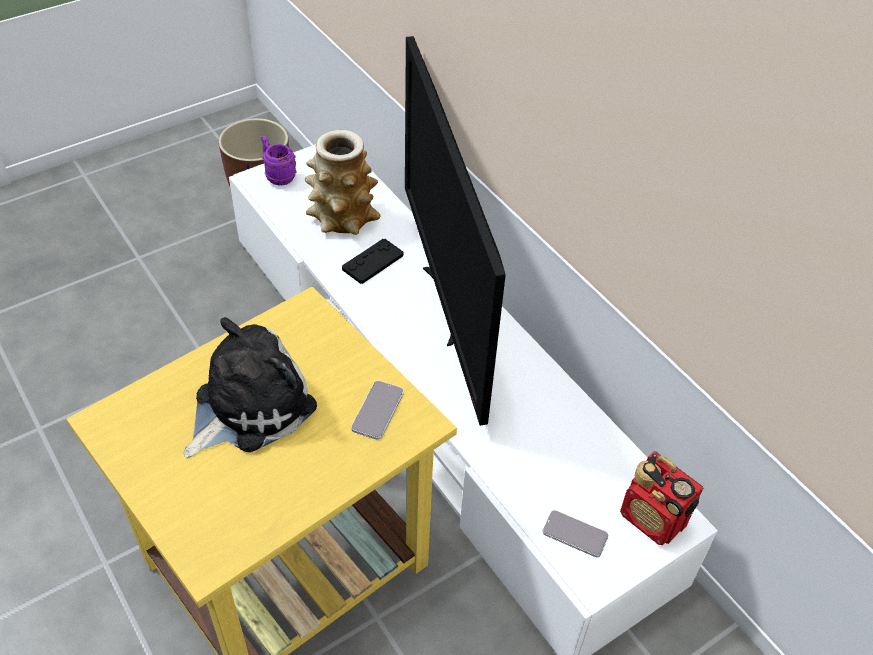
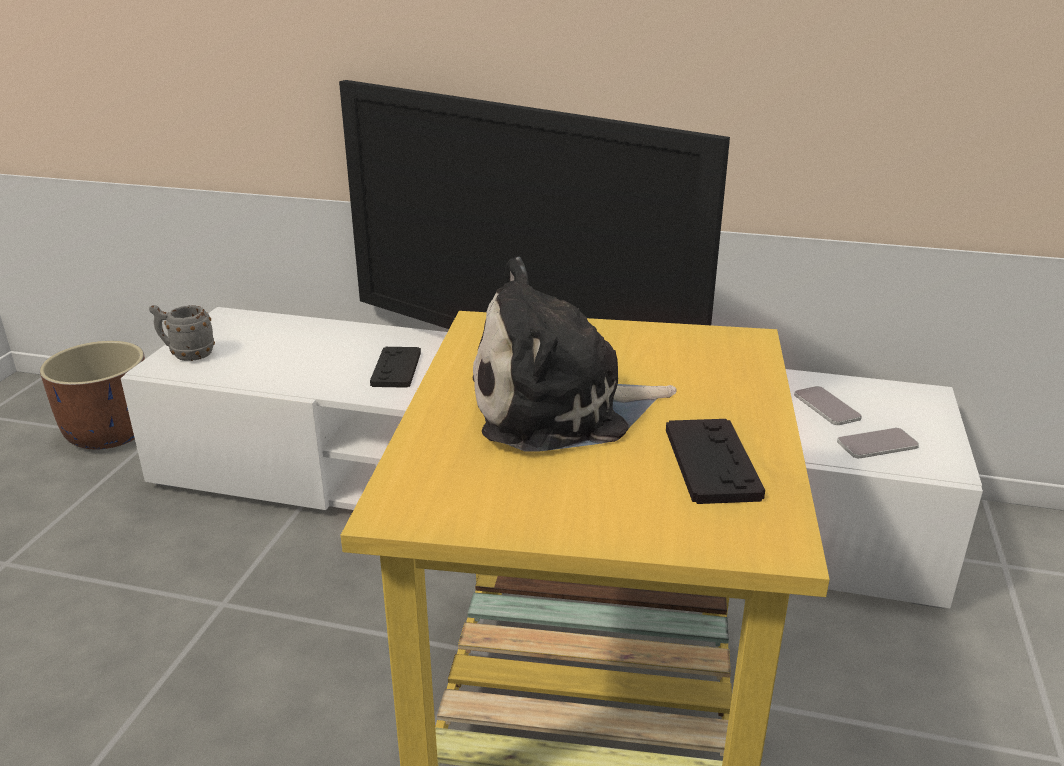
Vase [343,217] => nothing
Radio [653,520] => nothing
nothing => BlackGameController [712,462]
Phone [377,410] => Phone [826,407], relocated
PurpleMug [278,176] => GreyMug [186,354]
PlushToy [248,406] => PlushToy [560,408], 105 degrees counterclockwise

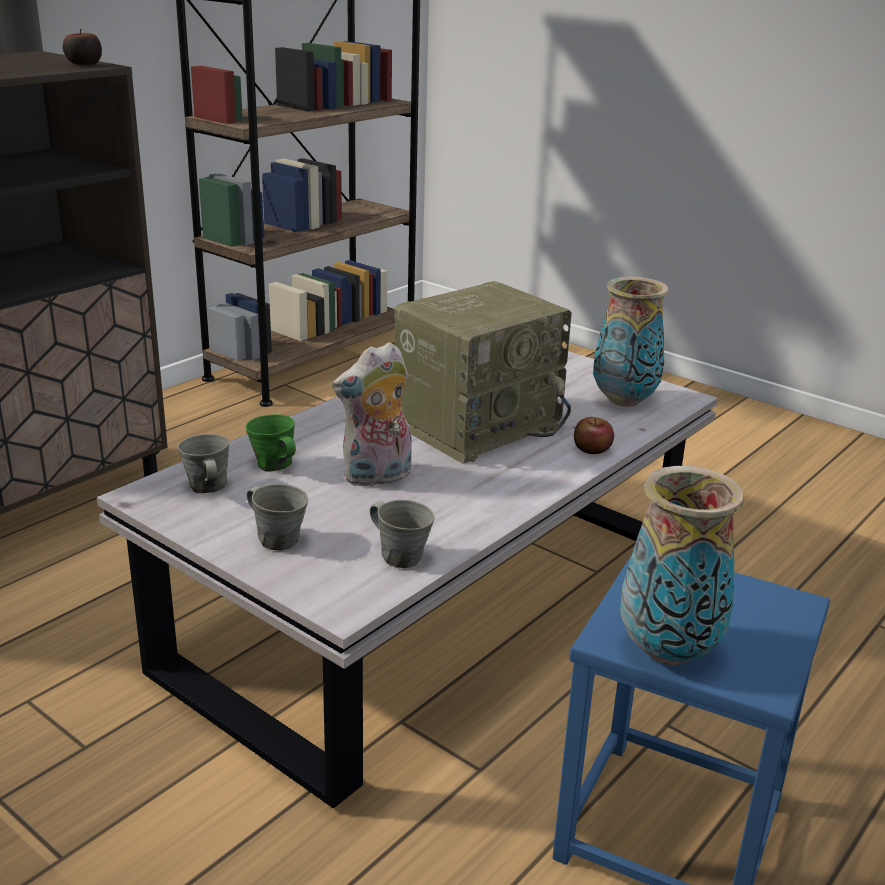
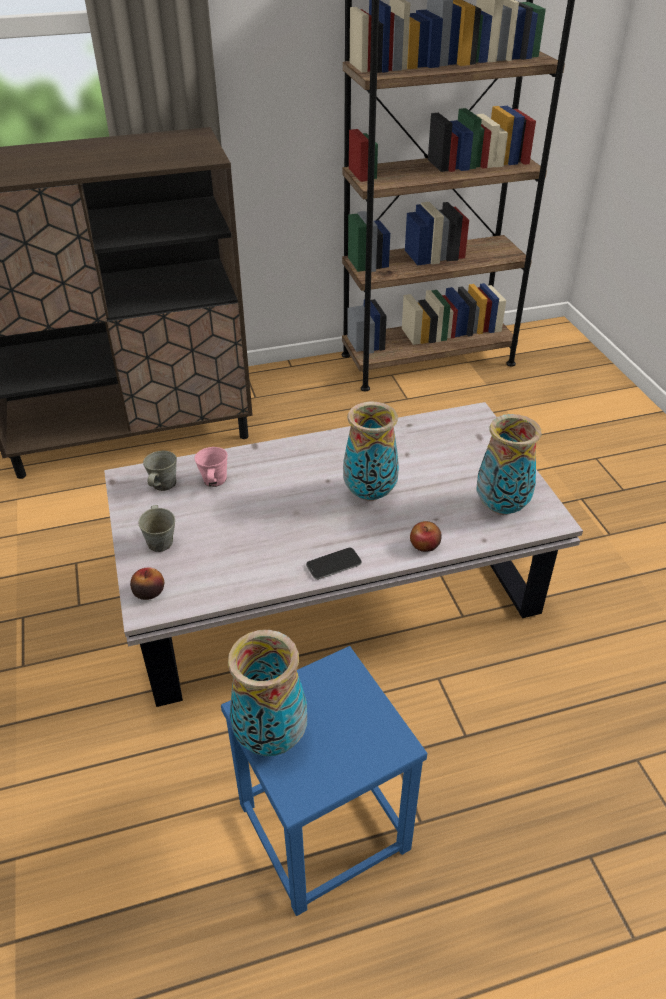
PlushToy [377,477] => nothing
GreyMug [400,556] => nothing
nothing => Phone [333,564]
Apple [84,64] => Apple [149,592], relocated
Radio [478,425] => Vase [370,493]
GreenMug [275,465] => PinkMug [214,481]

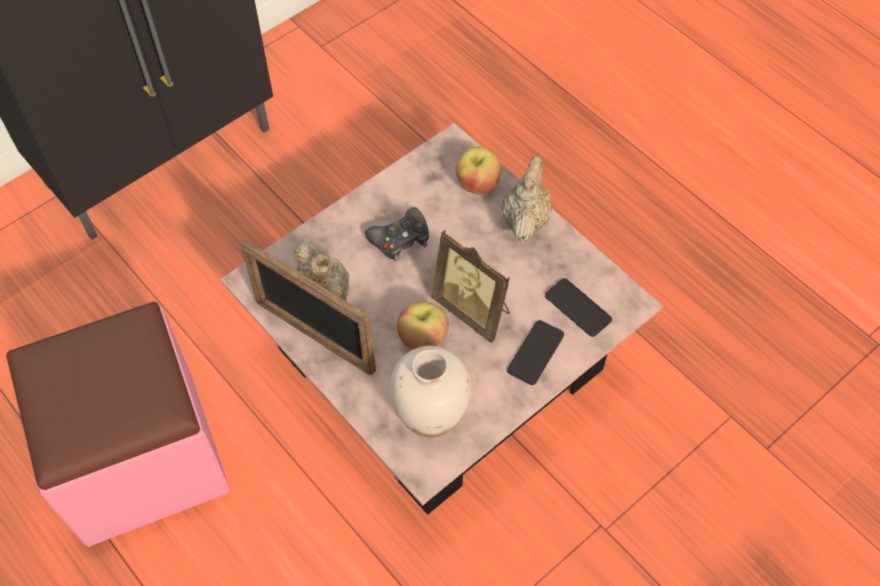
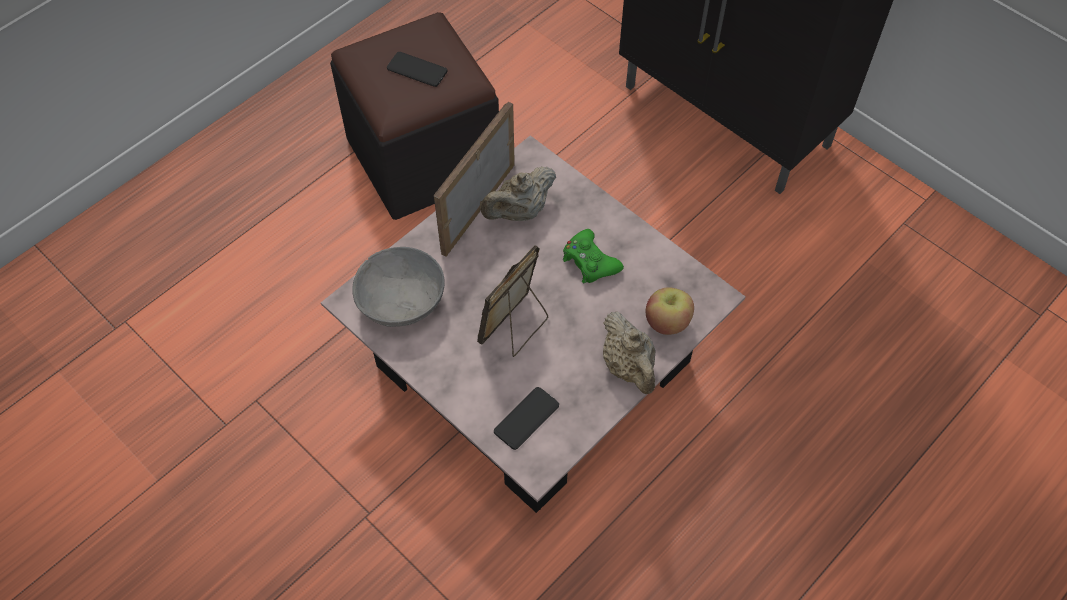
Apple [423,338] => nothing
Phone [535,352] => Phone [417,70], relocated
WhiteVase [431,415] => GreyBowl [402,302]
PinkOttoman [140,456] => BlackOttoman [423,157]
BlackGameController [400,239] => GreenGameController [590,262]
BeigeTeapot [525,219] => BeigeTeapot [629,367], 60 degrees clockwise

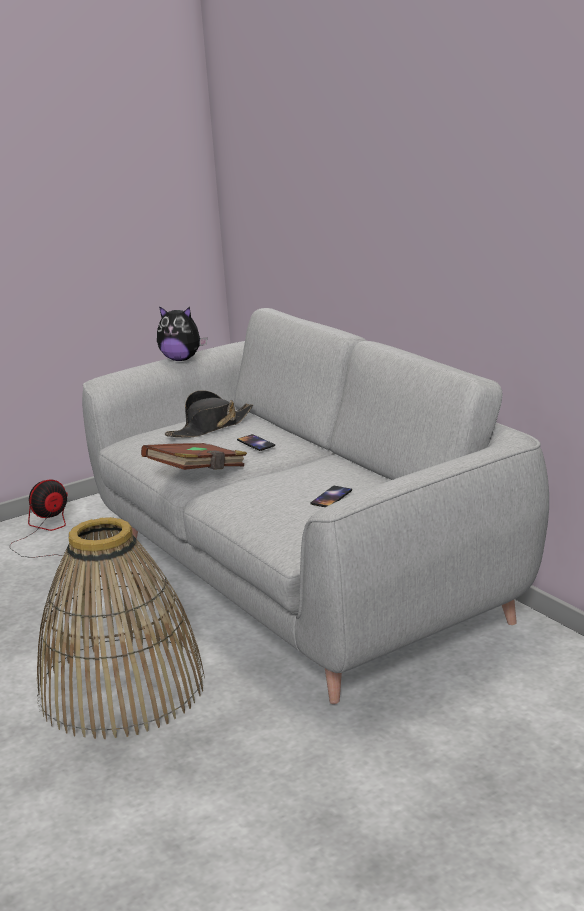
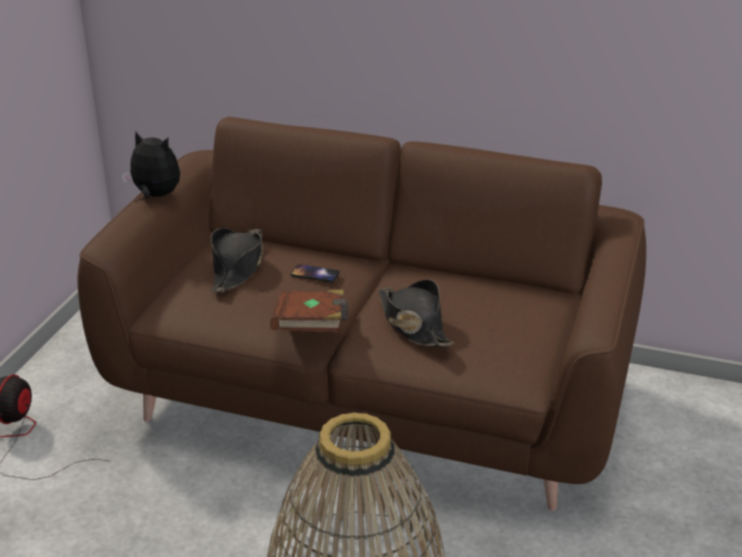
Phone [331,497] => nothing
nothing => BlackHat [413,324]
GreySofa [300,581] => BrownSofa [371,398]
PlushToy [181,359] => PlushToy [155,196], 135 degrees counterclockwise

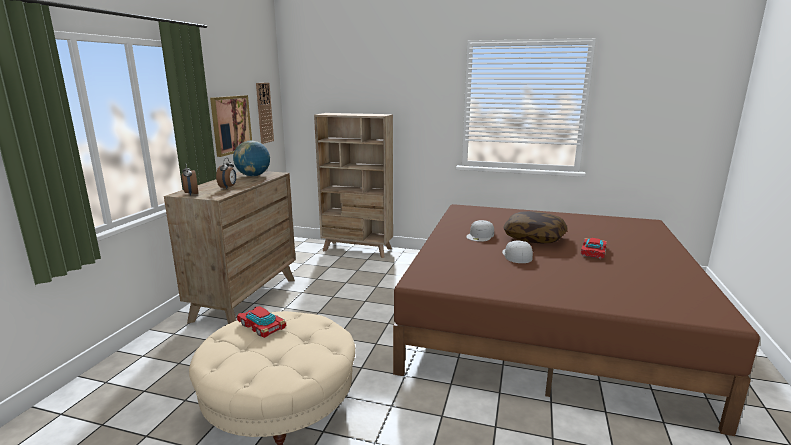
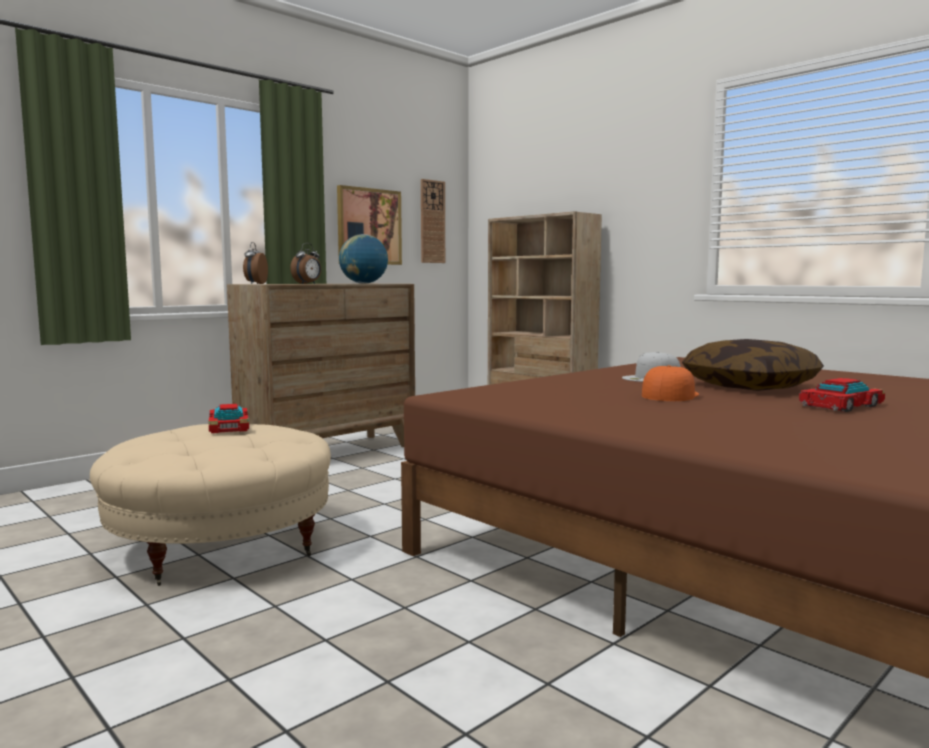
WhiteCap [516,255] => OrangeCap [669,395]

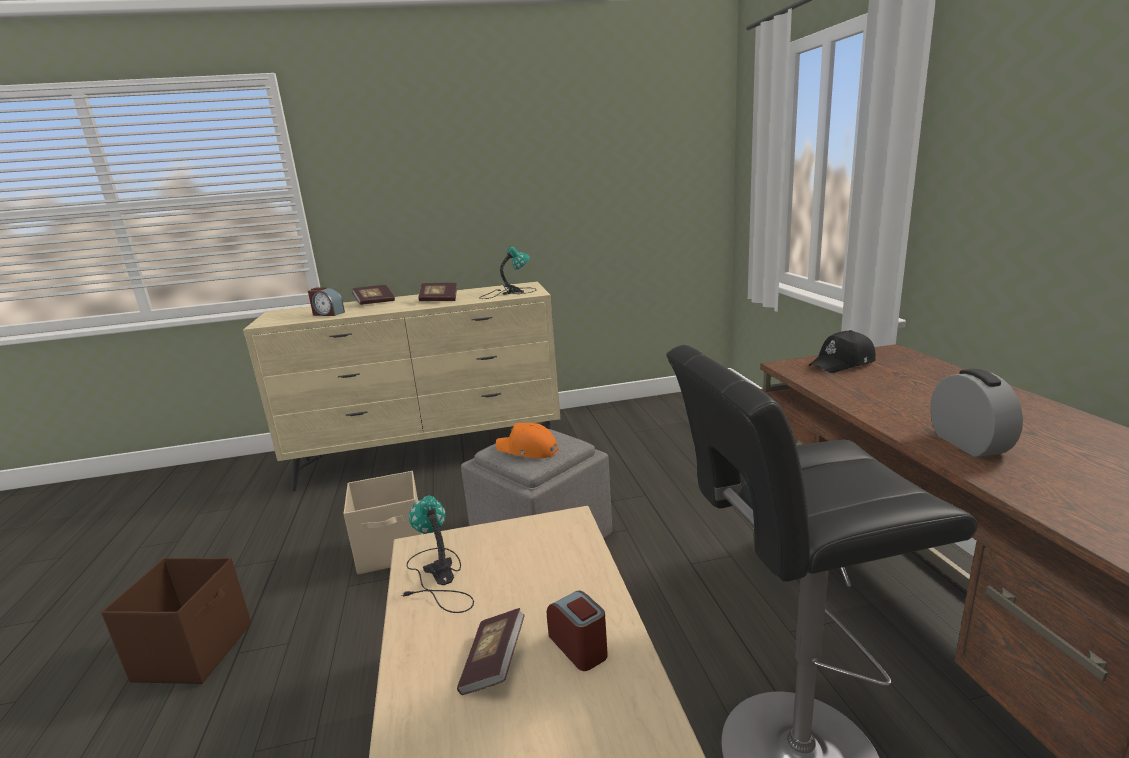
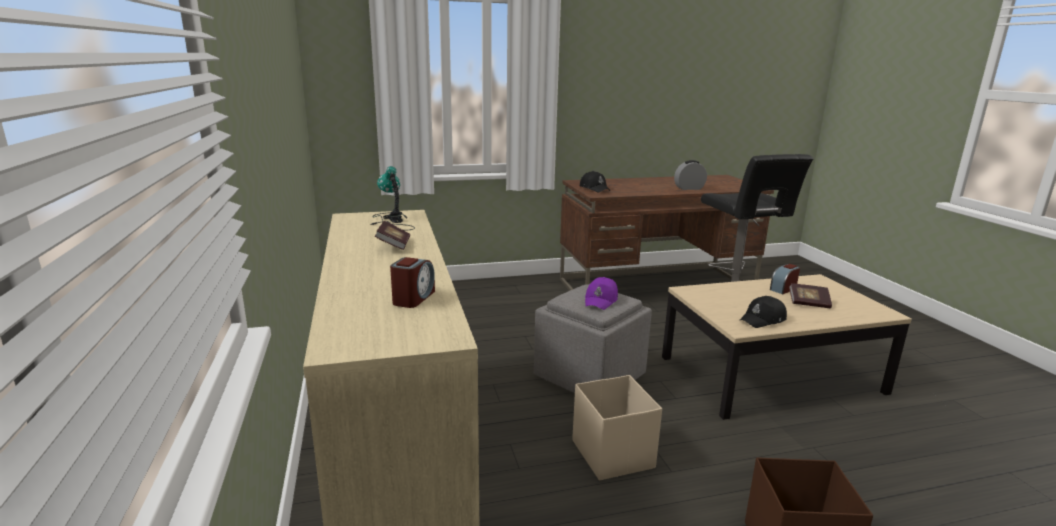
Book [375,302] => nothing
TableLamp [438,578] => BlackCap [763,320]
OrangeCap [527,450] => PurpleCap [601,300]

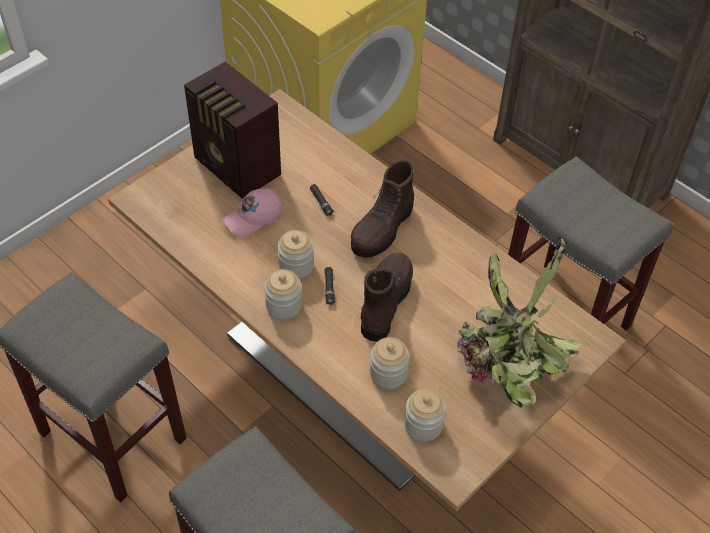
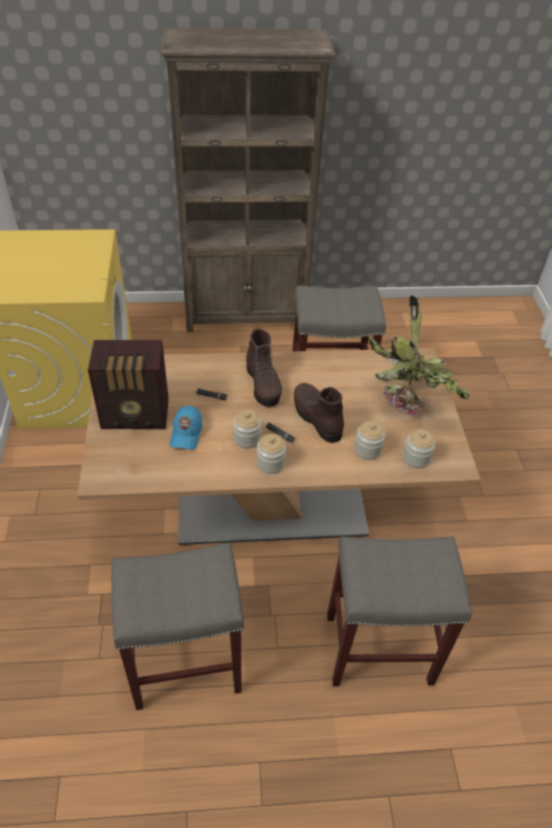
PinkCap [253,218] => BlueCap [186,434]

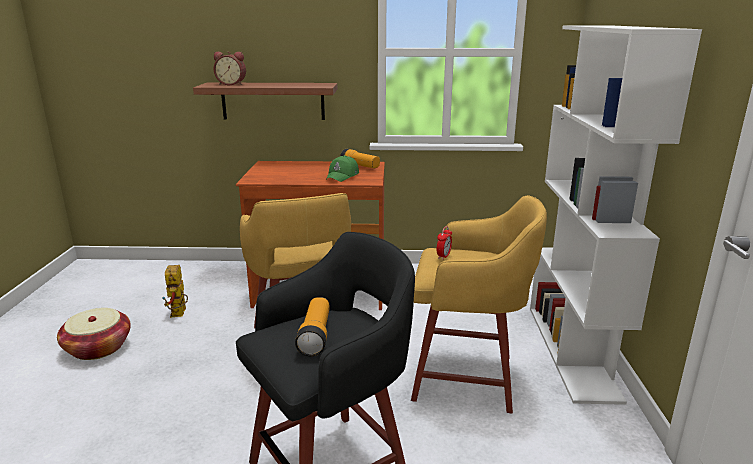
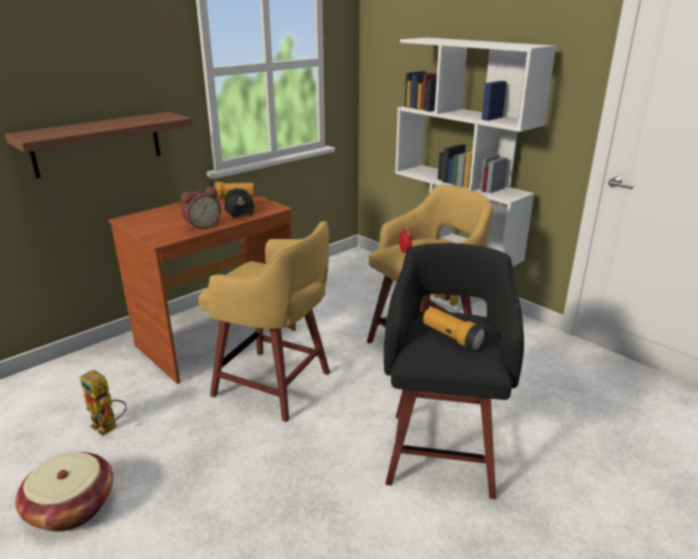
AlarmClock [232,84] => AlarmClock [202,225], relocated
GreenCap [343,176] => BlackCap [240,210]

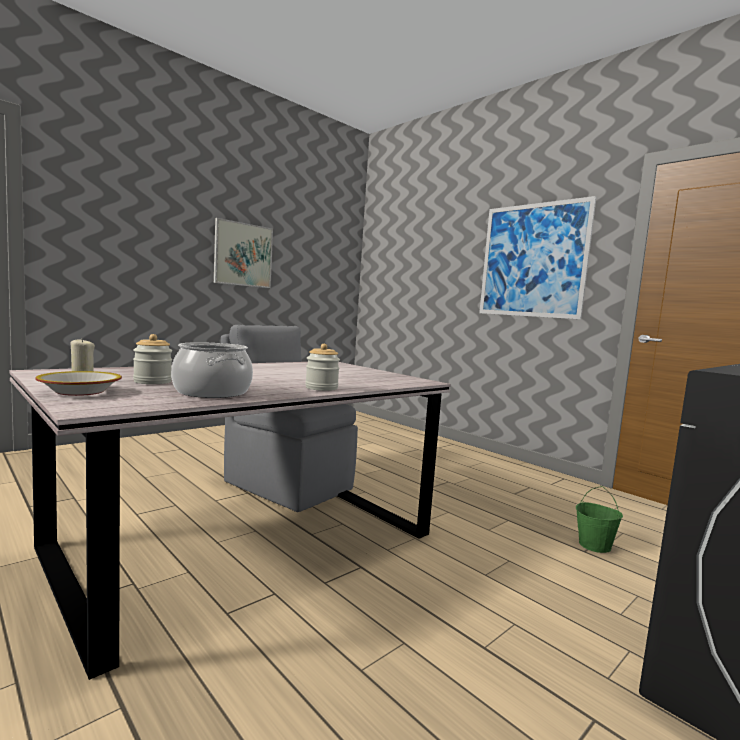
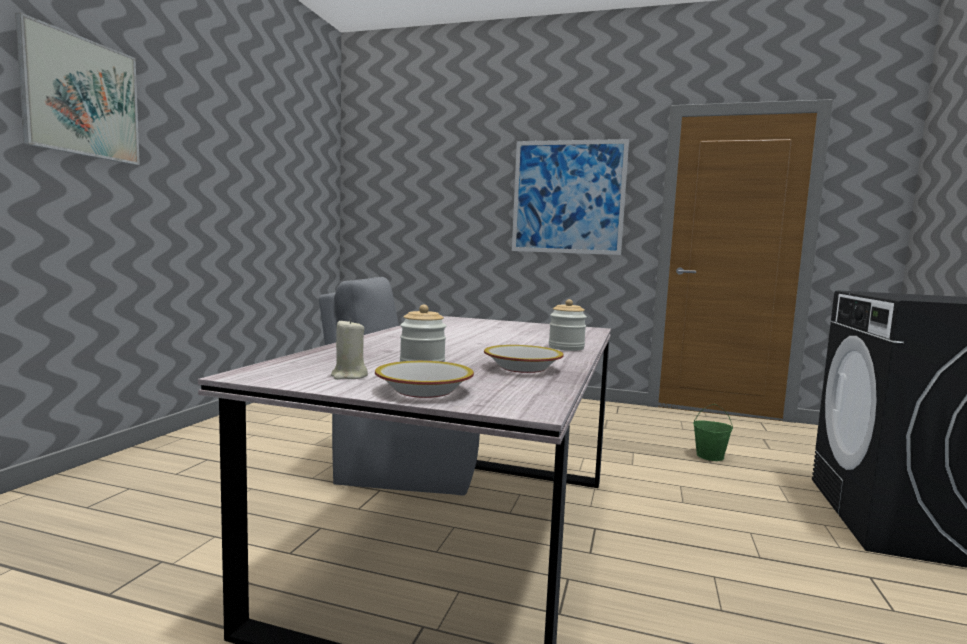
Picture [243,254] => Picture [81,97], relocated
CookingPot [211,392] => Bowl [522,368]

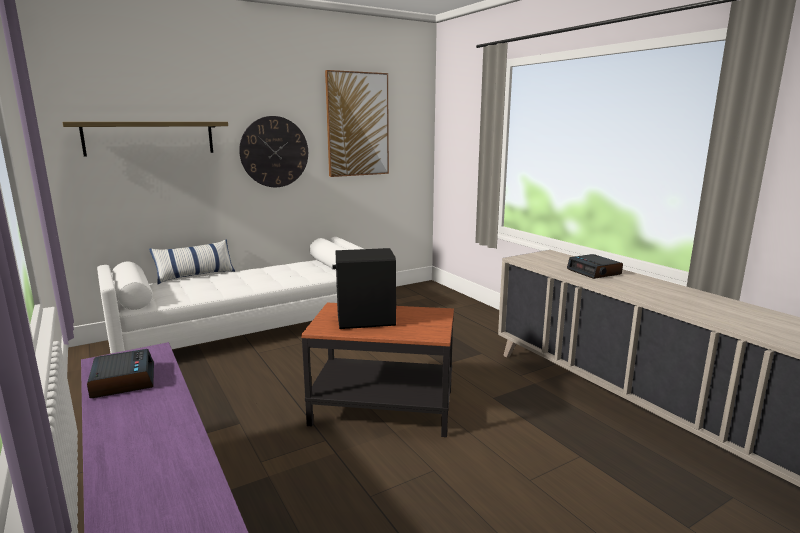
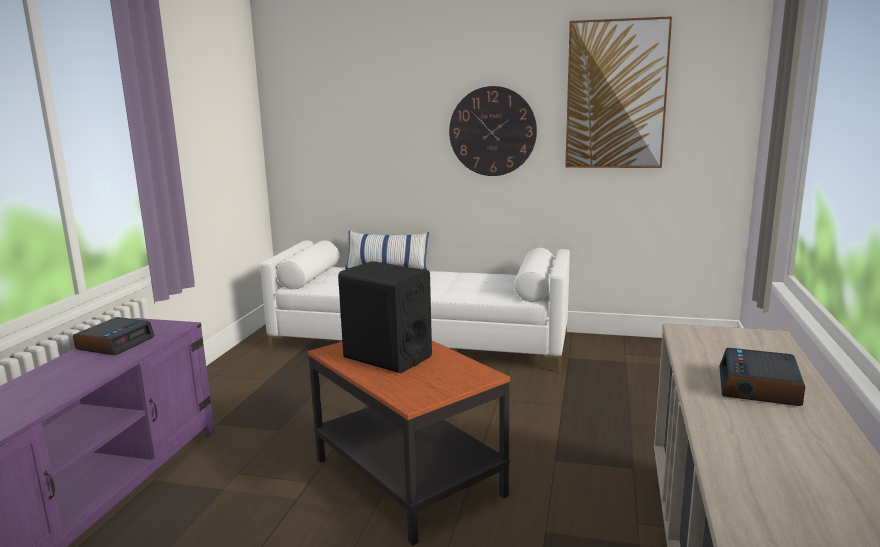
Shelf [150,138] => nothing

